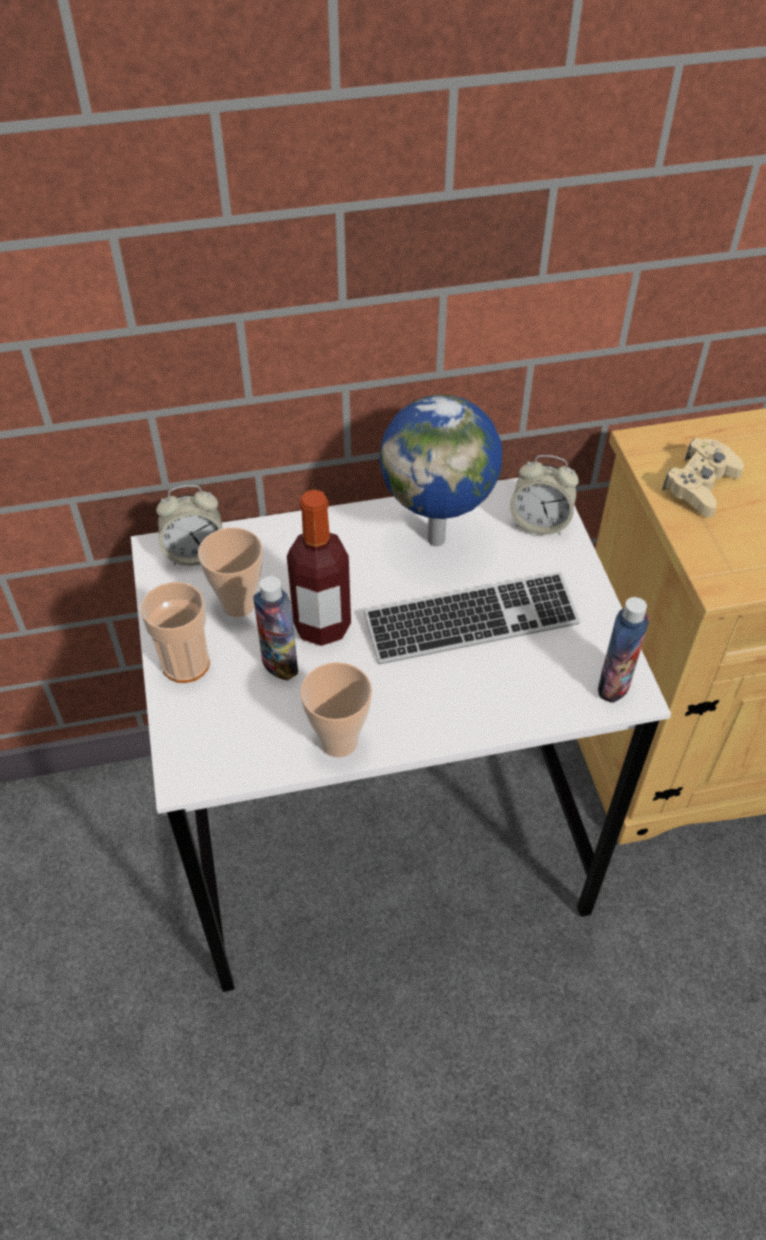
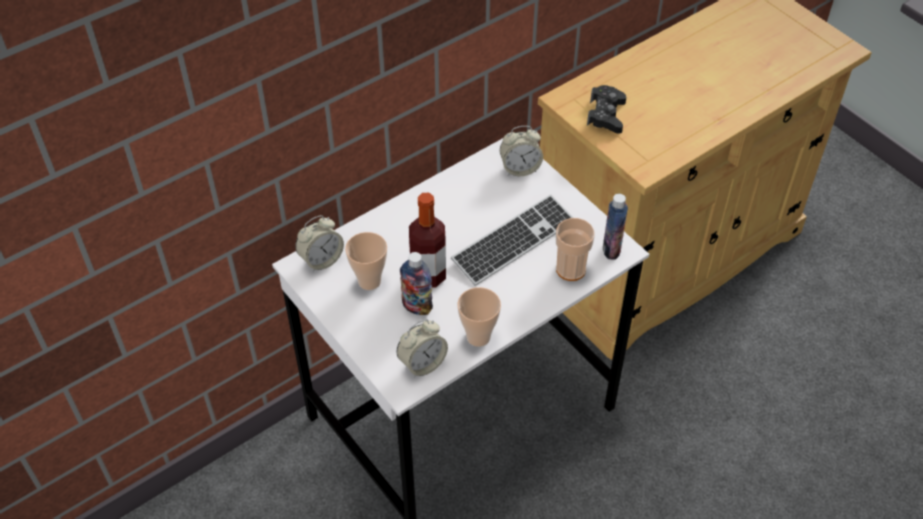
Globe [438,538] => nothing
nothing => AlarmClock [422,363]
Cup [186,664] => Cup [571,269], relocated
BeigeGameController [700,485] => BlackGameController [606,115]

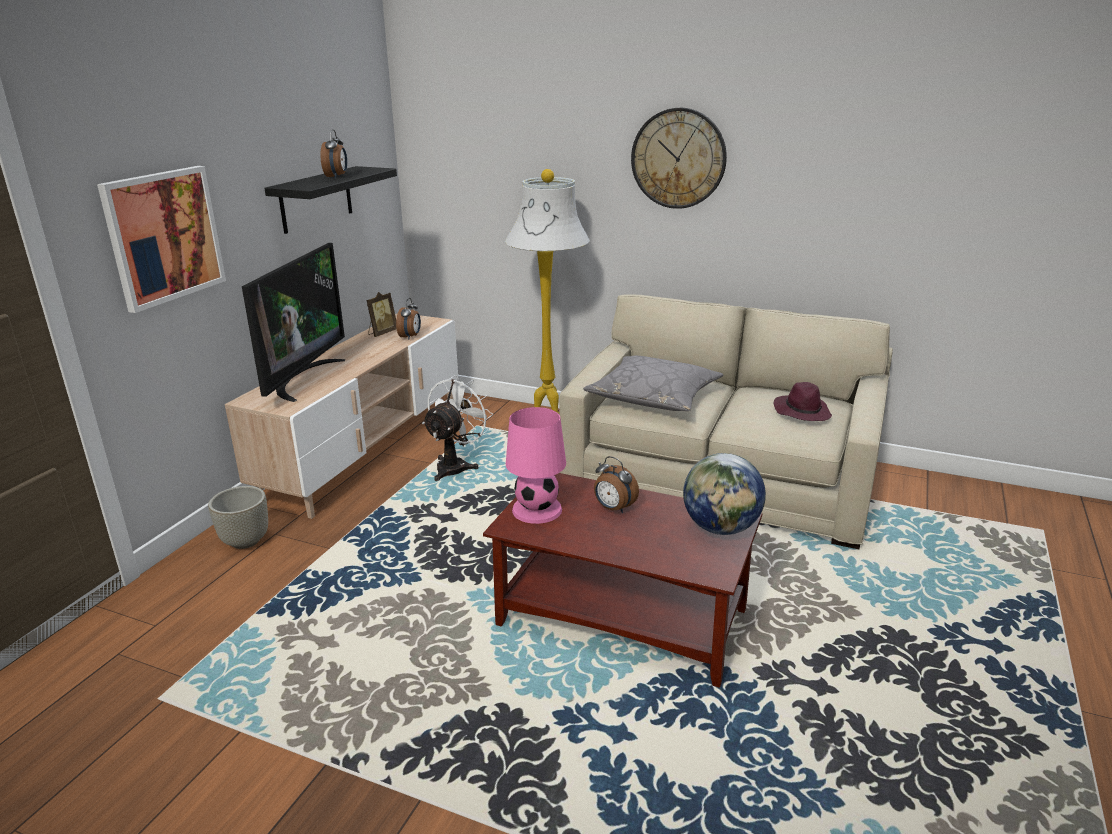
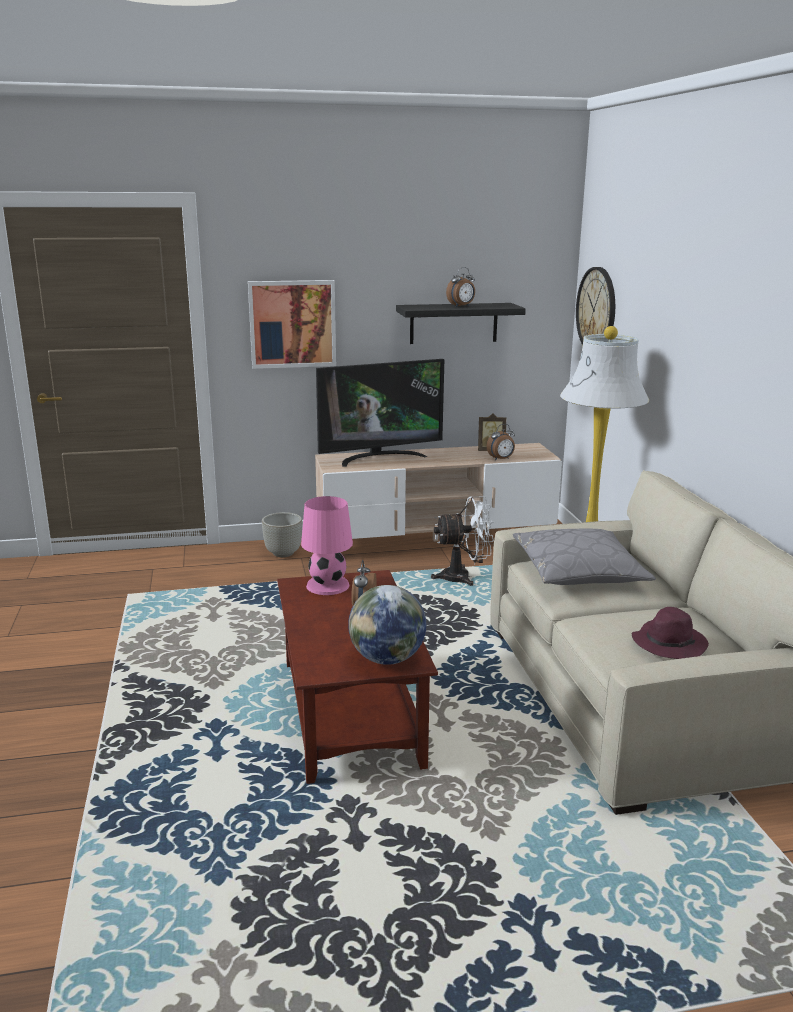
WallClock [678,158] => WallClock [596,310], relocated

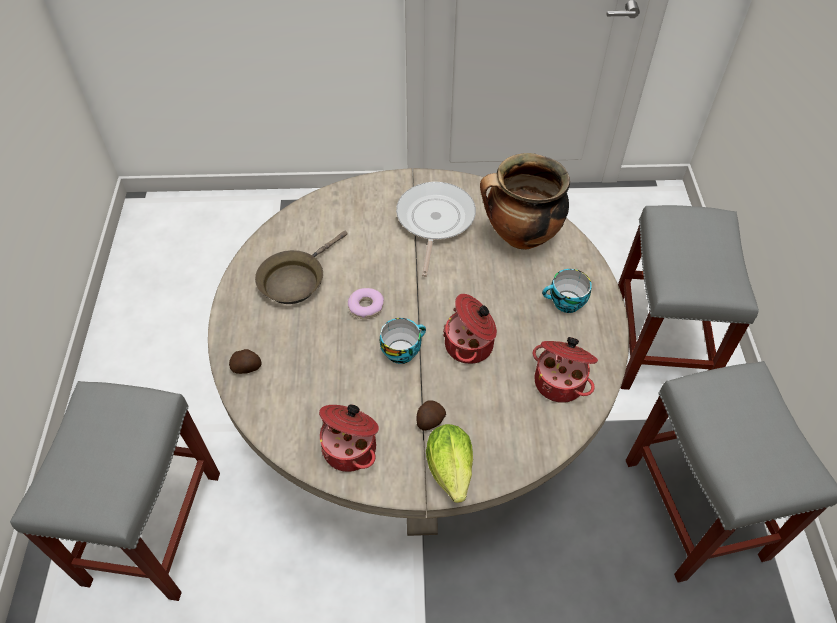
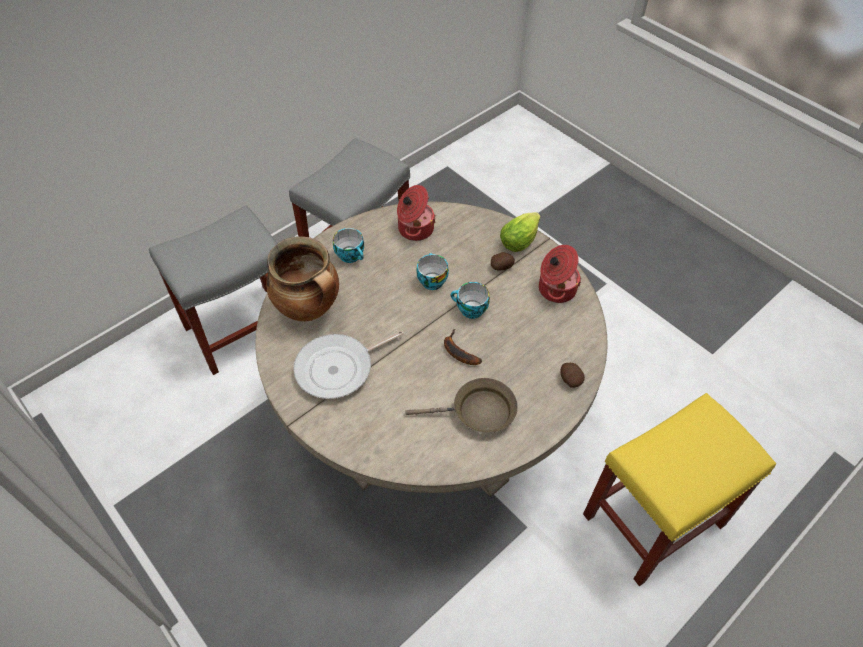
Donut [366,307] => Banana [457,352]
CookingPot [470,345] => Cup [431,280]
GreyStool [153,525] => YellowStool [652,521]

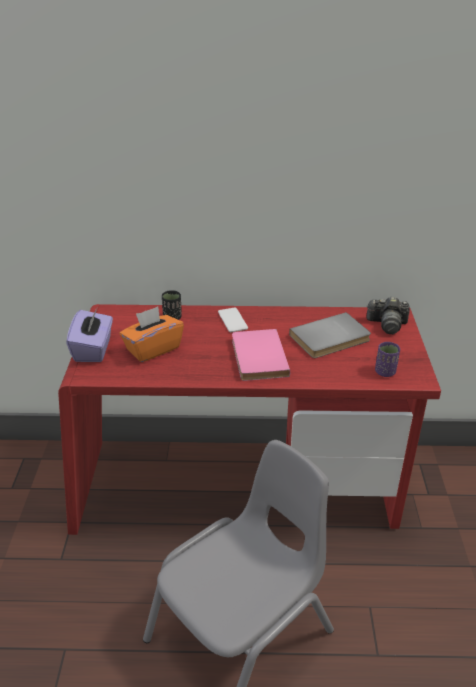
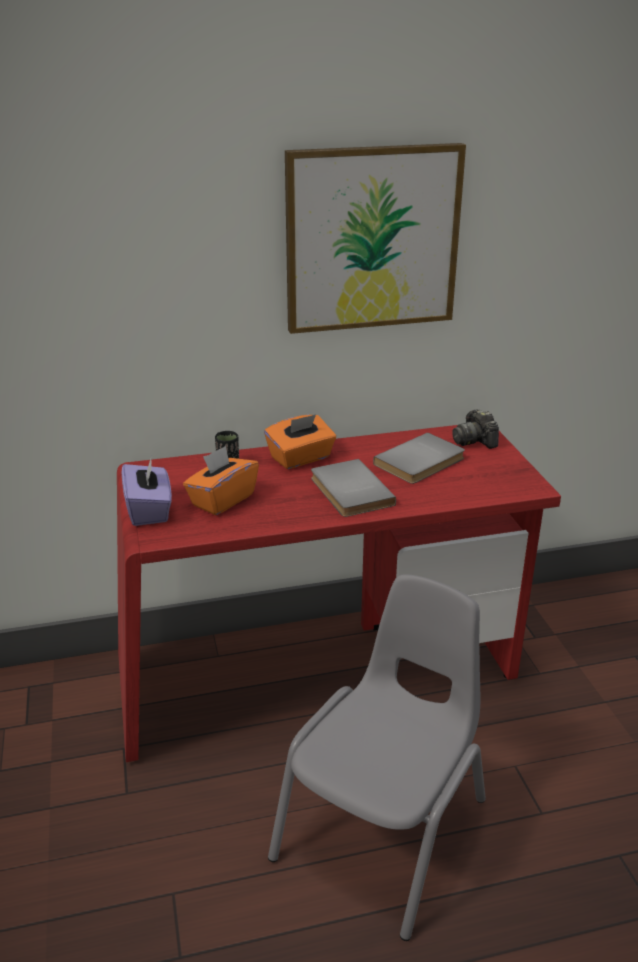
PurpleCup [385,372] => nothing
nothing => Picture [372,239]
Phone [232,320] => OrangeTissueBox [301,458]
PinkBook [256,357] => GreyBook [348,491]
PhotoCamera [387,325] => PhotoCamera [474,440], 75 degrees clockwise

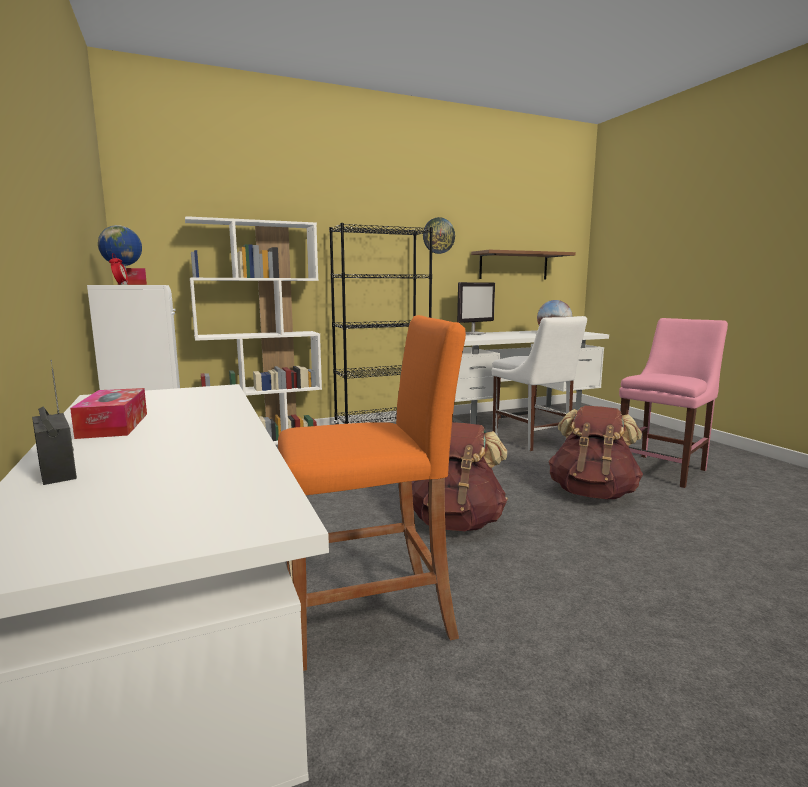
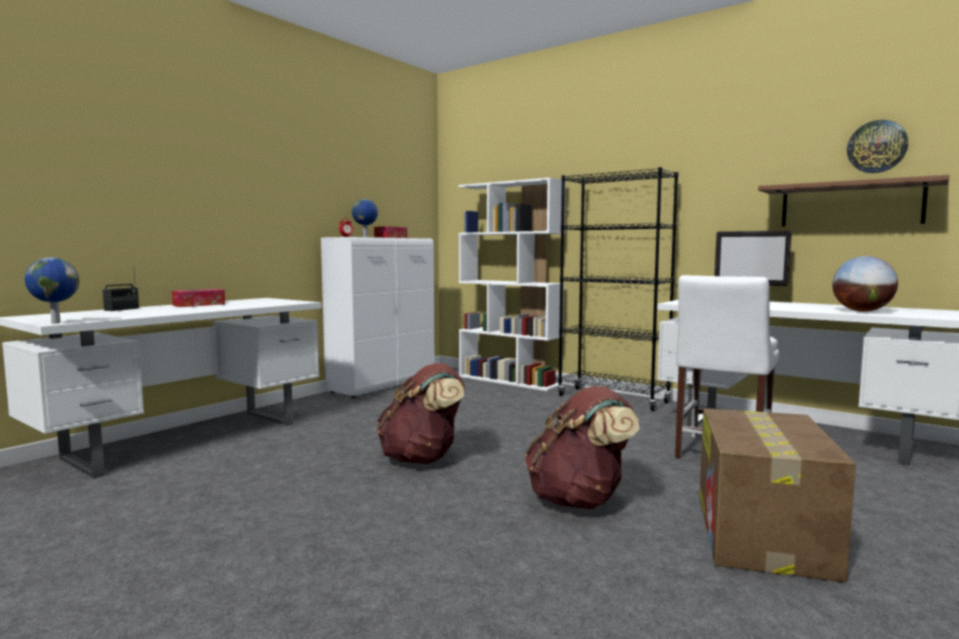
OrangeStool [368,618] => nothing
nothing => Globe [54,323]
WallClock [438,235] => WallClock [877,147], relocated
PinkChair [664,469] => CardboardBox [763,536]

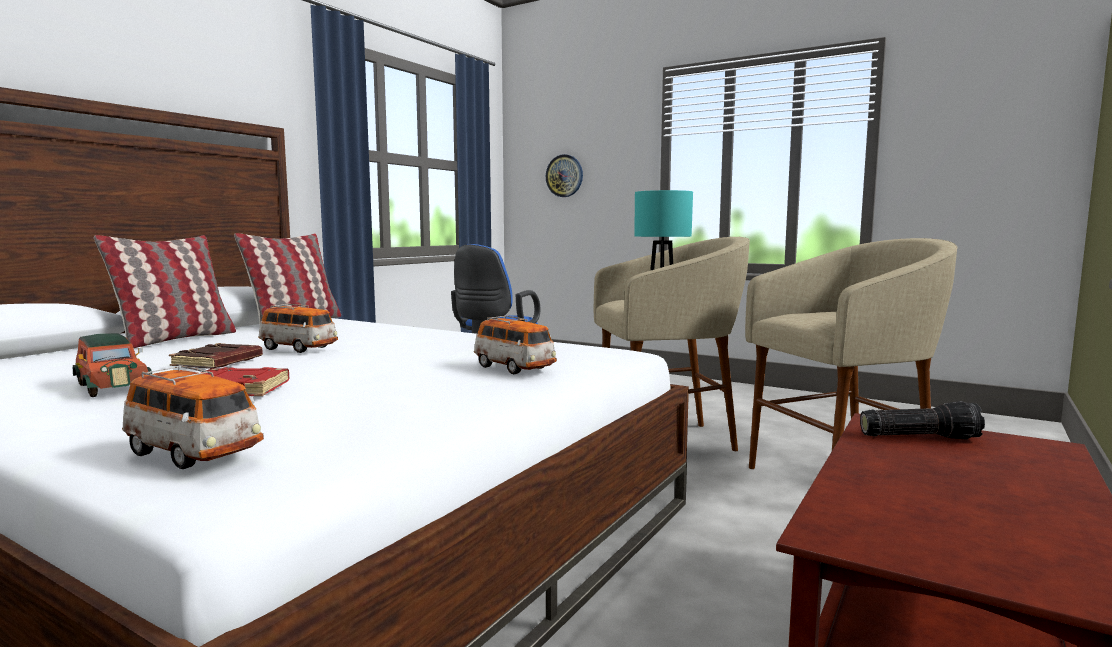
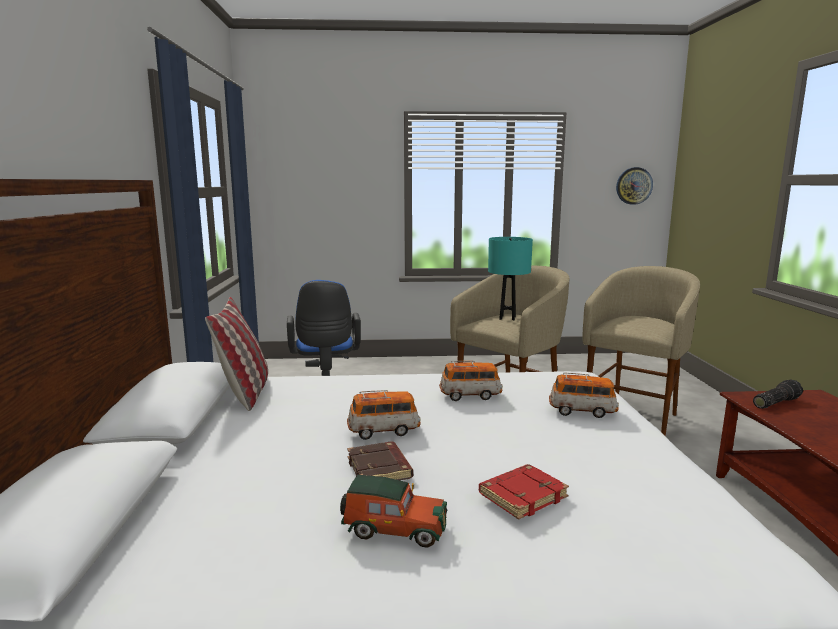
Pillow [175,339] => nothing
ToyCar [193,453] => ToyCar [470,395], relocated
WallClock [564,176] => WallClock [634,186], relocated

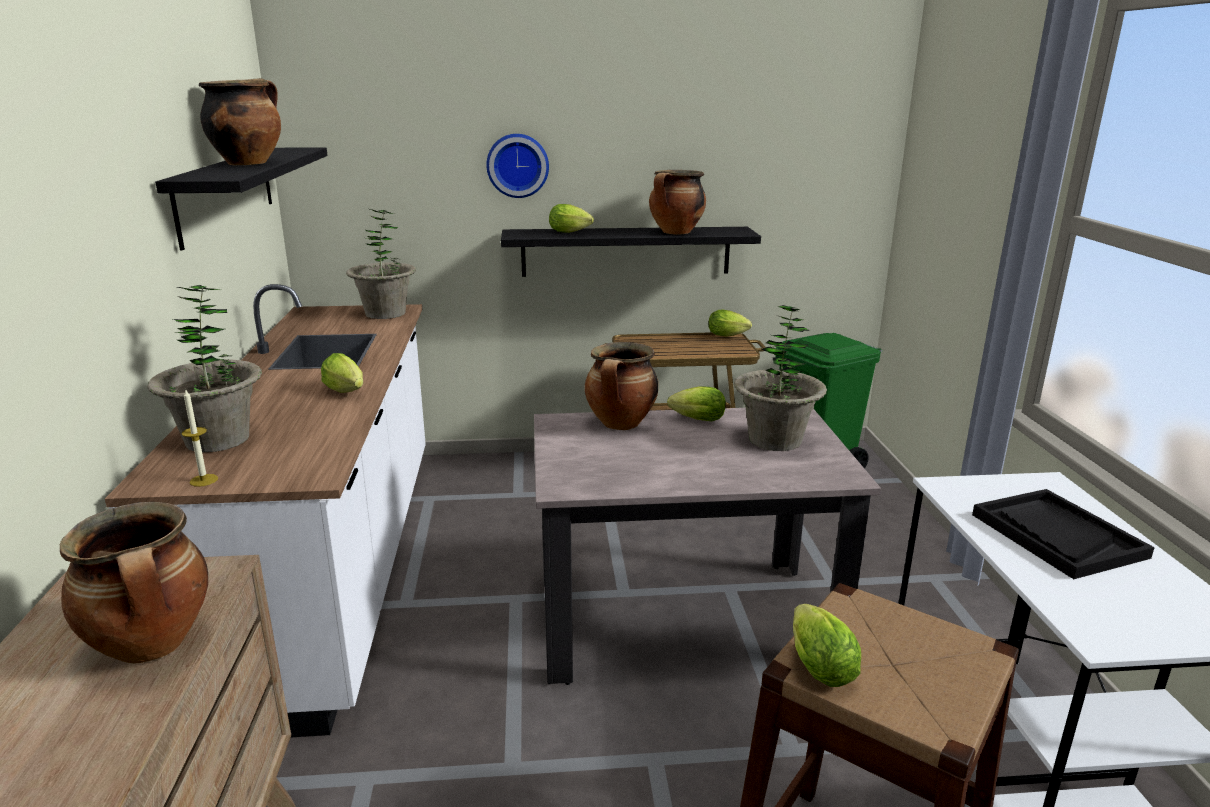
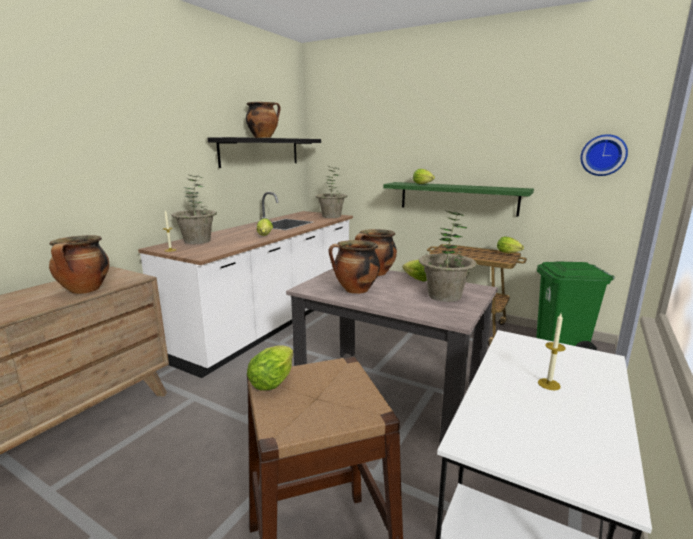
WallClock [517,165] => WallClock [603,155], relocated
CookingPot [676,233] => CookingPot [355,290], relocated
BlackTray [1056,535] => Candle [549,384]
BlackShelf [626,251] => GreenShelf [457,198]

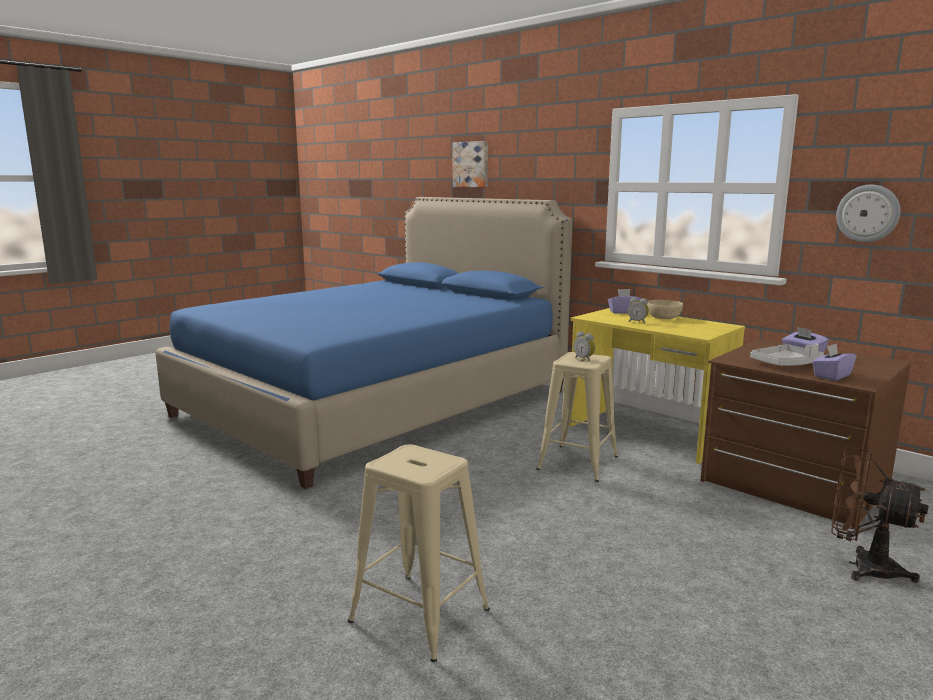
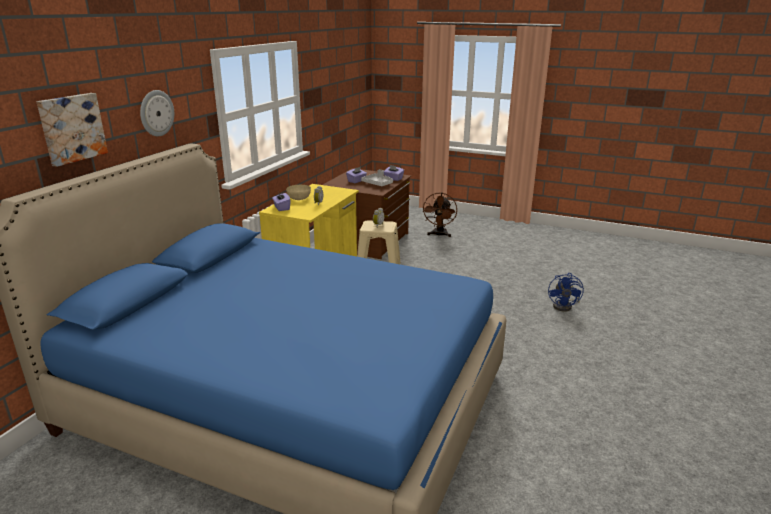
WallClock [868,213] => WallClock [156,113], relocated
BeigeStool [419,615] => BlueFan [565,306]

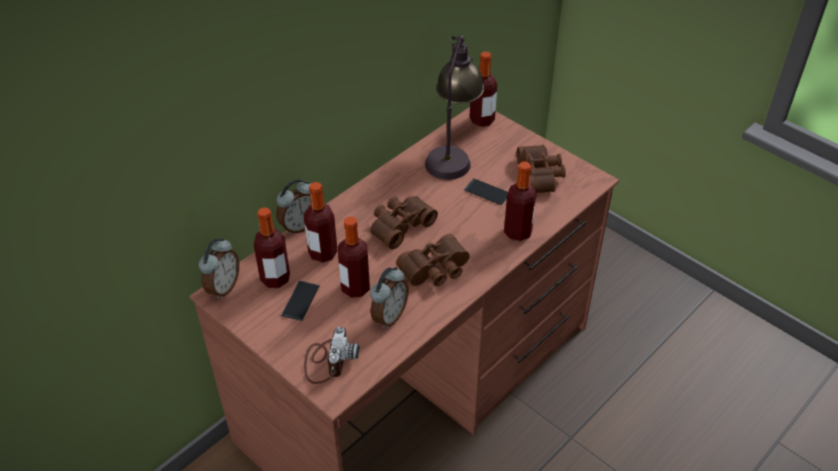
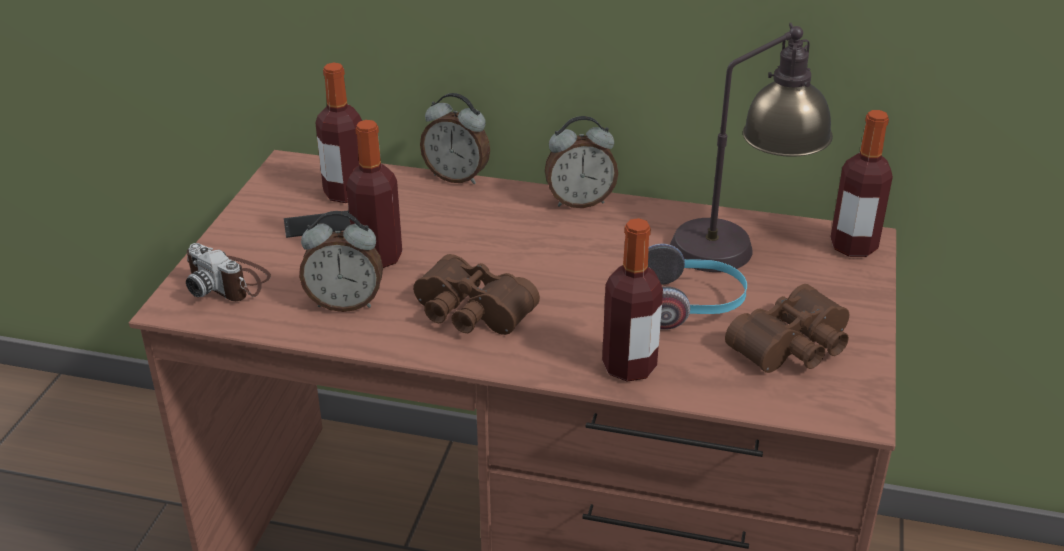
Bottle [323,253] => nothing
BrownBinoculars [399,225] => nothing
AlarmClock [223,287] => AlarmClock [580,201], relocated
Phone [487,192] => Headphones [690,305]
PhotoCamera [328,360] => PhotoCamera [229,281], 60 degrees clockwise

